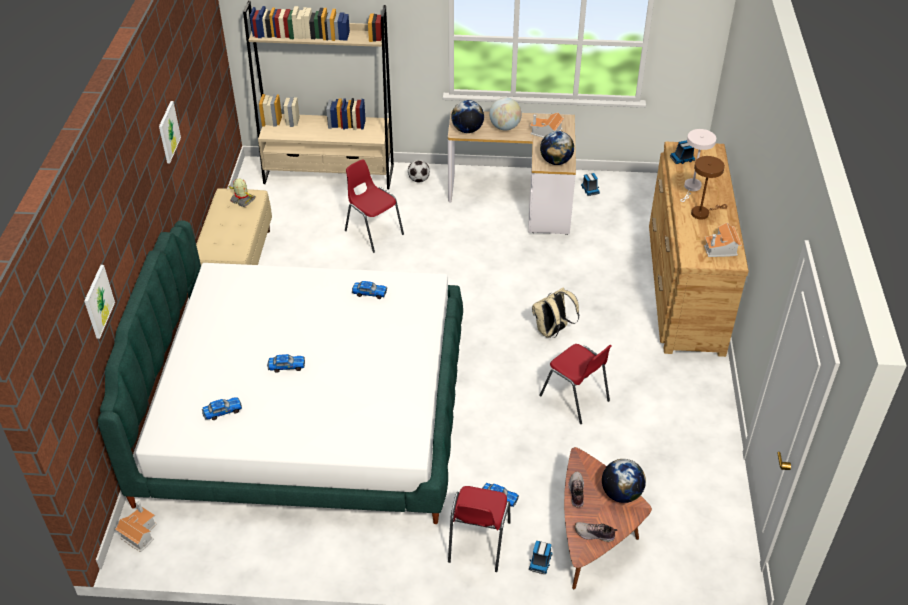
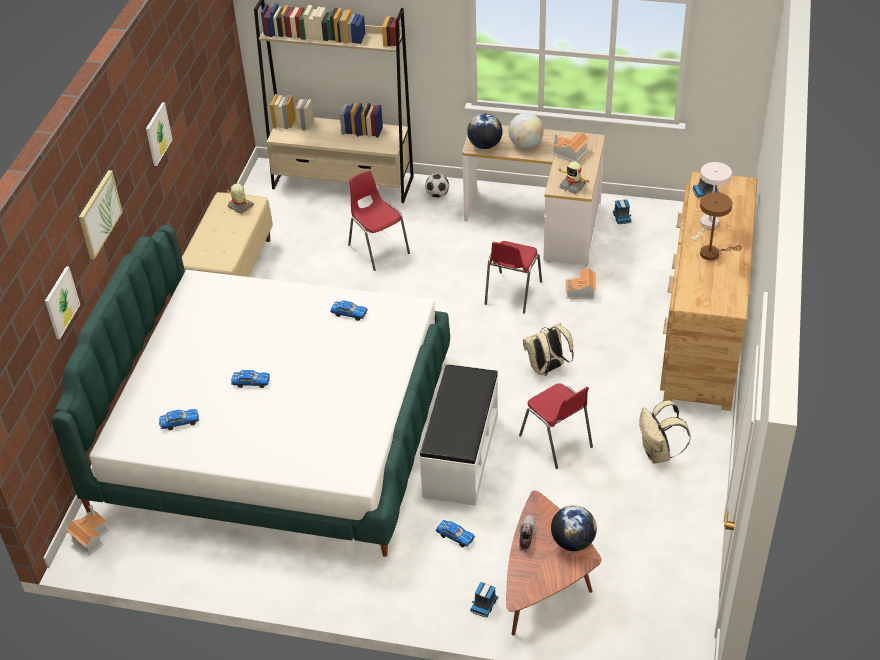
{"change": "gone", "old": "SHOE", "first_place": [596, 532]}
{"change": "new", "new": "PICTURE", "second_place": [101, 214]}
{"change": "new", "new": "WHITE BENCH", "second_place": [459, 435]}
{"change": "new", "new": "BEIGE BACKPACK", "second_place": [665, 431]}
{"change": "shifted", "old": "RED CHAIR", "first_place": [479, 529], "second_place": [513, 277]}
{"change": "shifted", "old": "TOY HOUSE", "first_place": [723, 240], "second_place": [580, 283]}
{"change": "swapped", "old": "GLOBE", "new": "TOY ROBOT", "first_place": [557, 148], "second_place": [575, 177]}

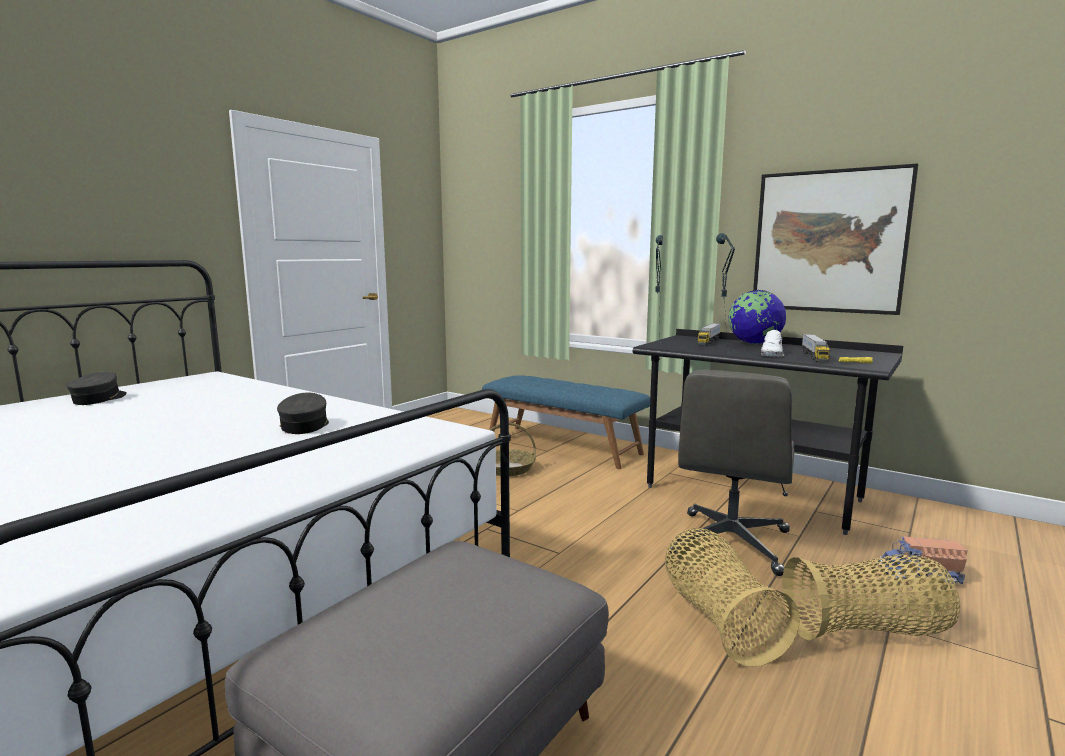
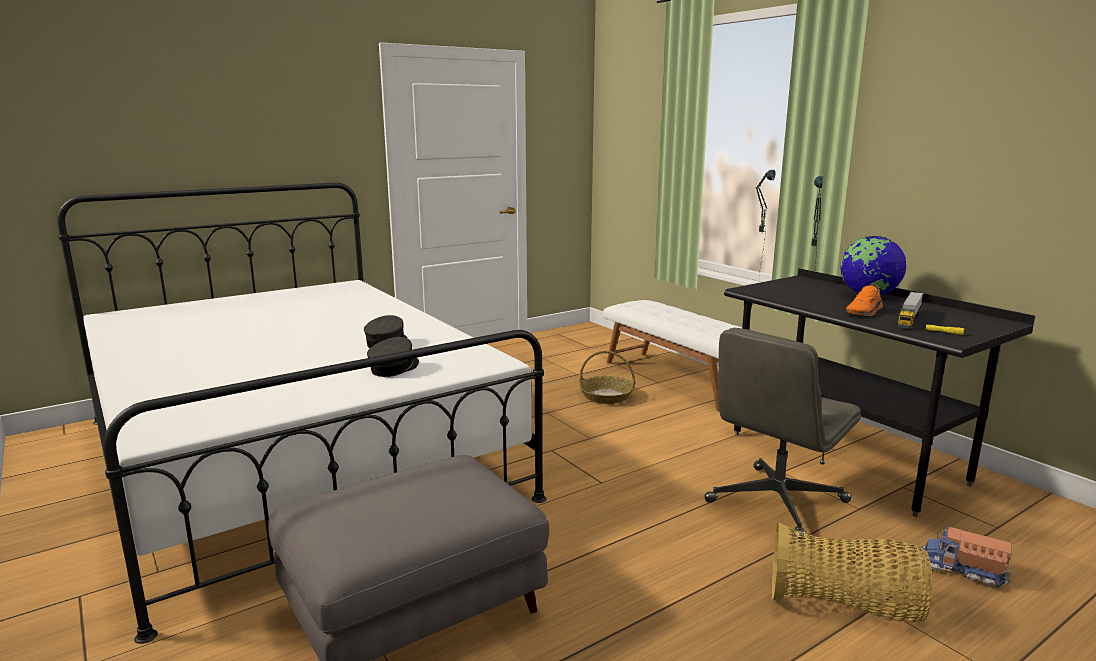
{"change": "gone", "old": "BASKET", "first_place": [732, 597]}
{"change": "gone", "old": "TOY TRUCK", "first_place": [709, 334]}
{"change": "gone", "old": "PICTURE", "first_place": [835, 239]}
{"change": "shifted", "old": "GREY CAP", "first_place": [97, 388], "second_place": [393, 357]}
{"change": "repainted", "old": "BLUE BENCH", "new": "WHITE BENCH", "first_place": [566, 422], "second_place": [672, 355]}
{"change": "repainted", "old": "WHITE SHOE", "new": "ORANGE SHOE", "first_place": [772, 343], "second_place": [864, 300]}

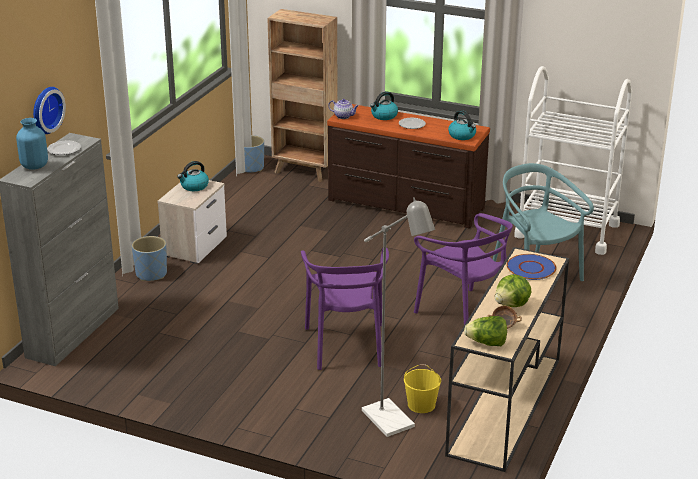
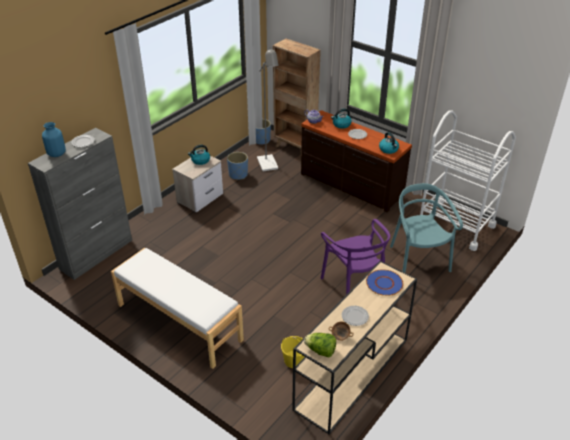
{"change": "gone", "old": "WALL CLOCK", "first_place": [49, 110]}
{"change": "gone", "old": "PURPLE CHAIR", "first_place": [345, 308]}
{"change": "new", "new": "WHITE BENCH", "second_place": [177, 308]}
{"change": "shifted", "old": "BLUE PLANTER", "first_place": [149, 258], "second_place": [237, 166]}
{"change": "shifted", "old": "GREY FLOOR LAMP", "first_place": [398, 317], "second_place": [268, 110]}
{"change": "swapped", "old": "LETTUCE", "new": "PLATE", "first_place": [513, 290], "second_place": [355, 316]}

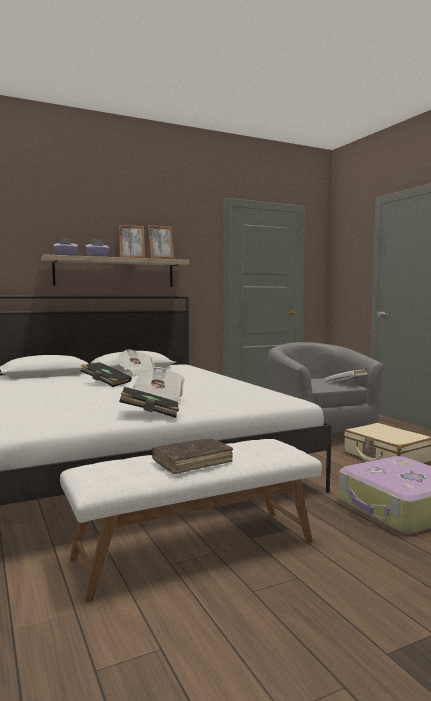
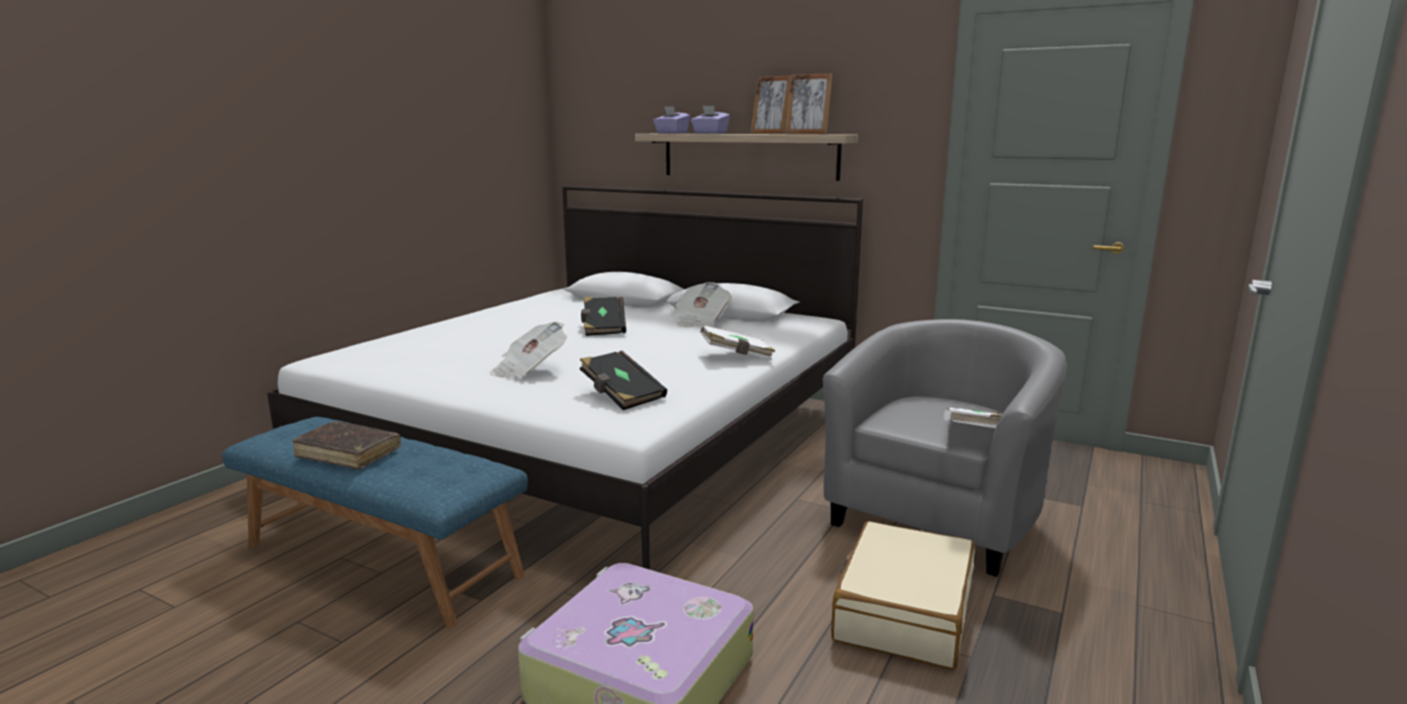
{"change": "new", "new": "WHITE BOOK", "second_place": [737, 342]}
{"change": "shifted", "old": "BLACK BOOK", "first_place": [149, 402], "second_place": [623, 380]}
{"change": "repainted", "old": "WHITE BENCH", "new": "BLUE BENCH", "first_place": [191, 521], "second_place": [375, 522]}

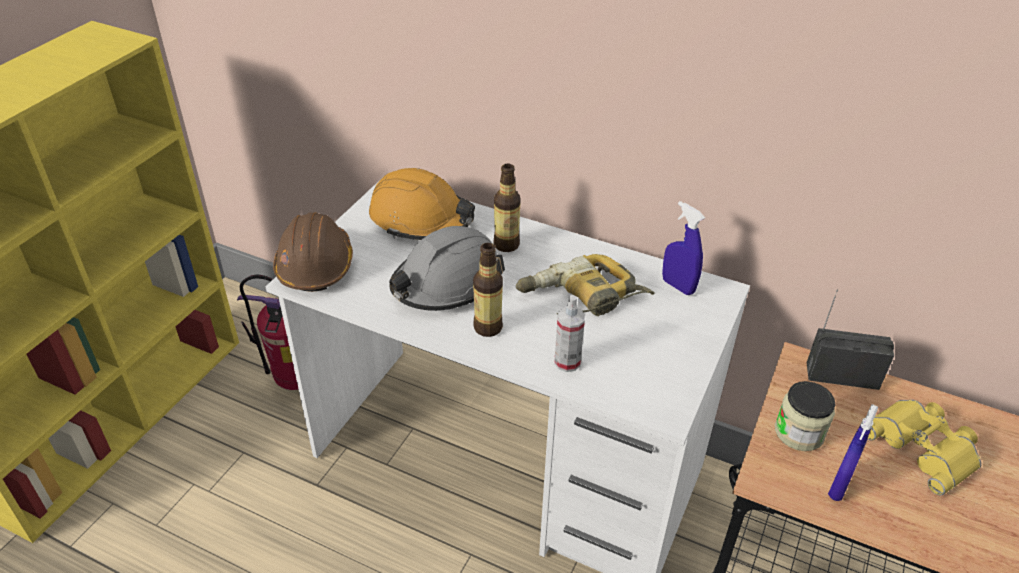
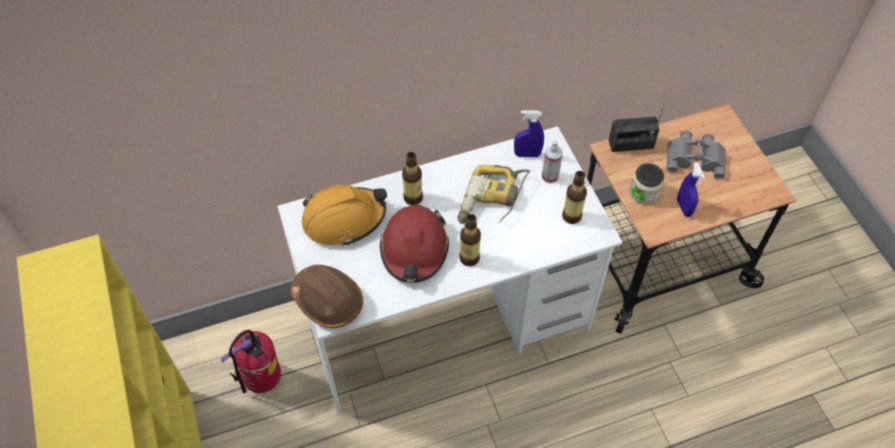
{"change": "new", "new": "BOTTLE", "second_place": [574, 197]}
{"change": "shifted", "old": "SPRAY BOTTLE", "first_place": [569, 333], "second_place": [552, 161]}
{"change": "repainted", "old": "GREY HARD HAT", "new": "RED HARD HAT", "first_place": [447, 268], "second_place": [414, 244]}
{"change": "repainted", "old": "YELLOW BINOCULARS", "new": "GREY BINOCULARS", "first_place": [924, 447], "second_place": [696, 155]}
{"change": "rotated", "old": "RADIO", "first_place": [850, 340], "second_place": [636, 128], "degrees": -150}

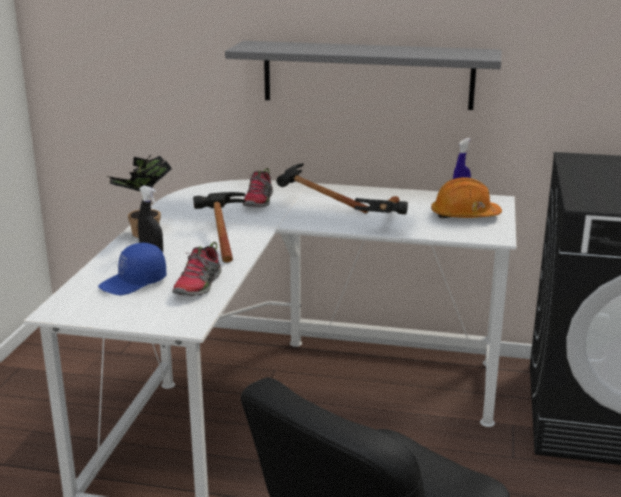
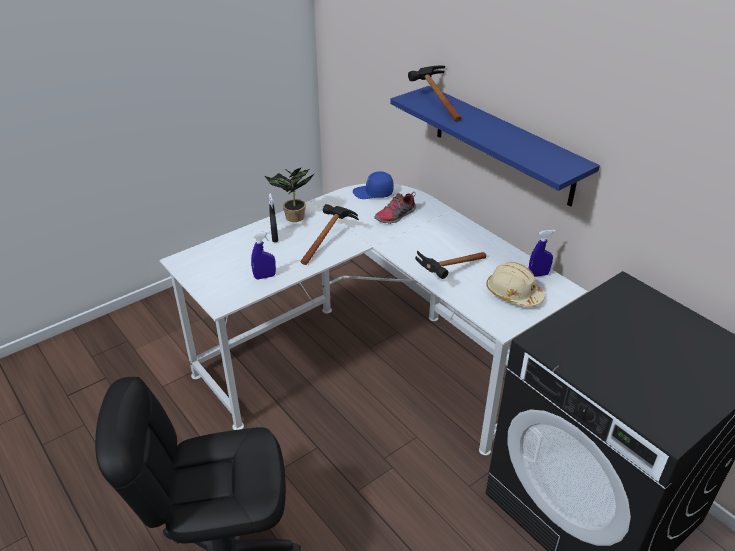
{"change": "shifted", "old": "BLUE CAP", "first_place": [132, 269], "second_place": [373, 185]}
{"change": "shifted", "old": "HAMMER", "first_place": [322, 188], "second_place": [434, 94]}
{"change": "swapped", "old": "SHOE", "new": "BLUE SPRAY BOTTLE", "first_place": [197, 269], "second_place": [263, 255]}
{"change": "repainted", "old": "GREY SHELF", "new": "BLUE SHELF", "first_place": [363, 75], "second_place": [495, 146]}
{"change": "repainted", "old": "ORANGE HARD HAT", "new": "BEIGE HARD HAT", "first_place": [466, 197], "second_place": [515, 284]}

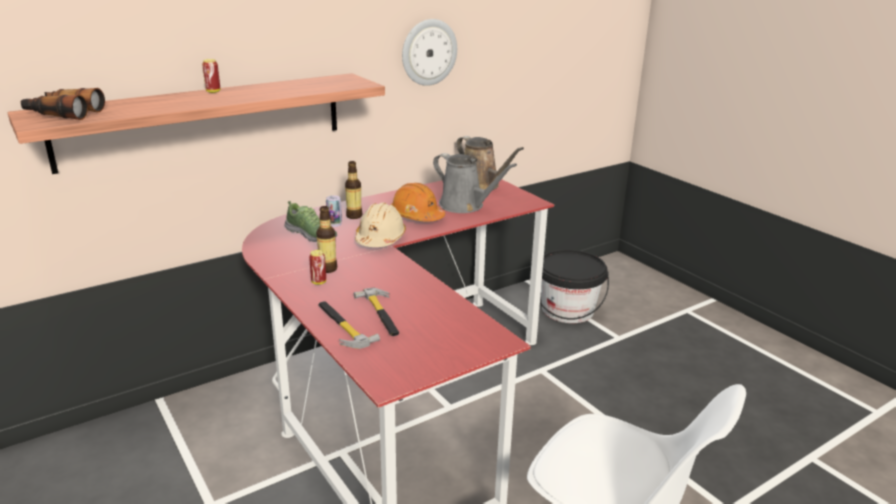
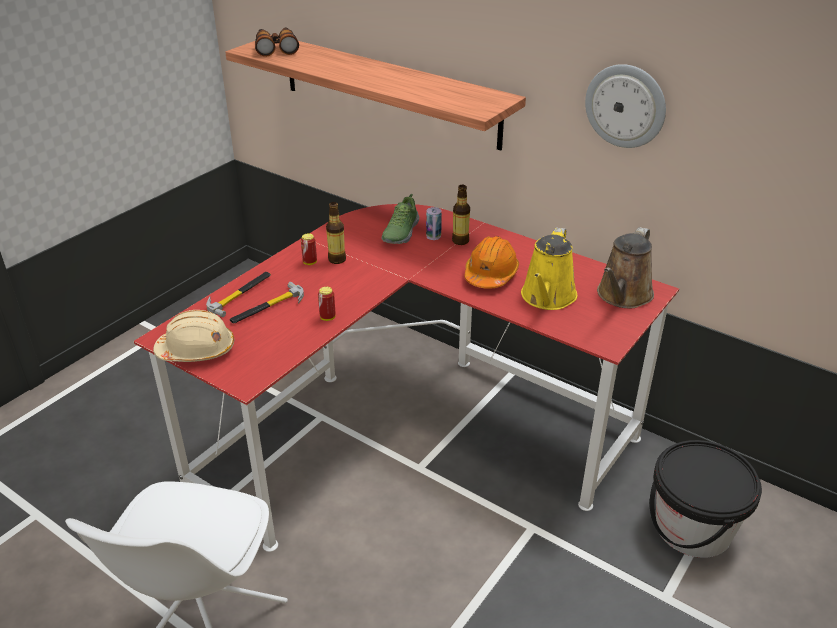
{"change": "shifted", "old": "CAN", "first_place": [211, 76], "second_place": [327, 304]}
{"change": "shifted", "old": "BEIGE HARD HAT", "first_place": [380, 224], "second_place": [193, 336]}
{"change": "repainted", "old": "GREY WATERING CAN", "new": "YELLOW WATERING CAN", "first_place": [475, 183], "second_place": [549, 269]}

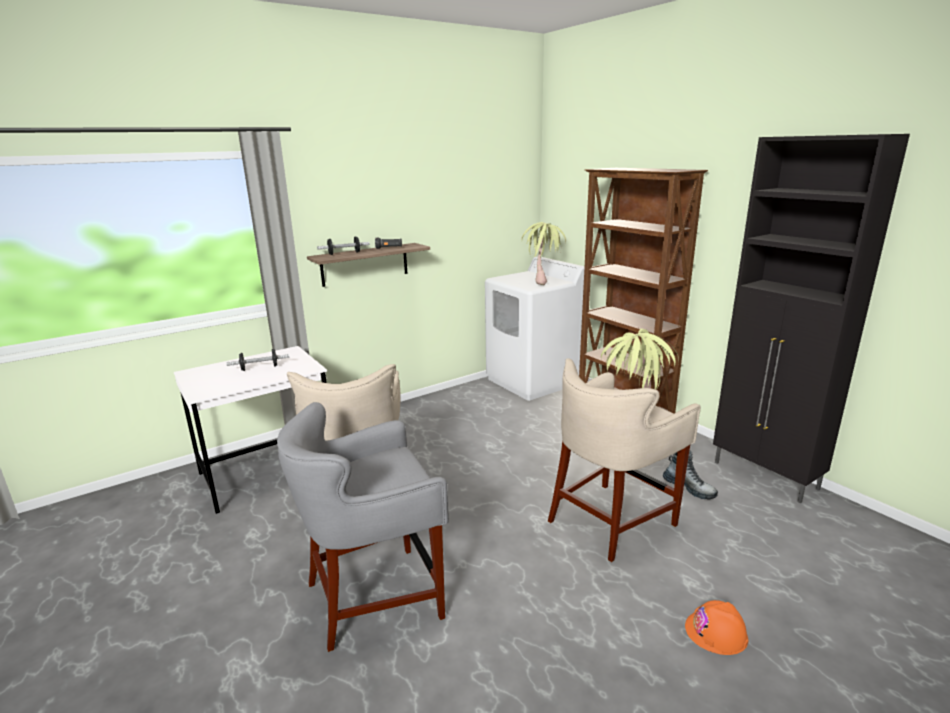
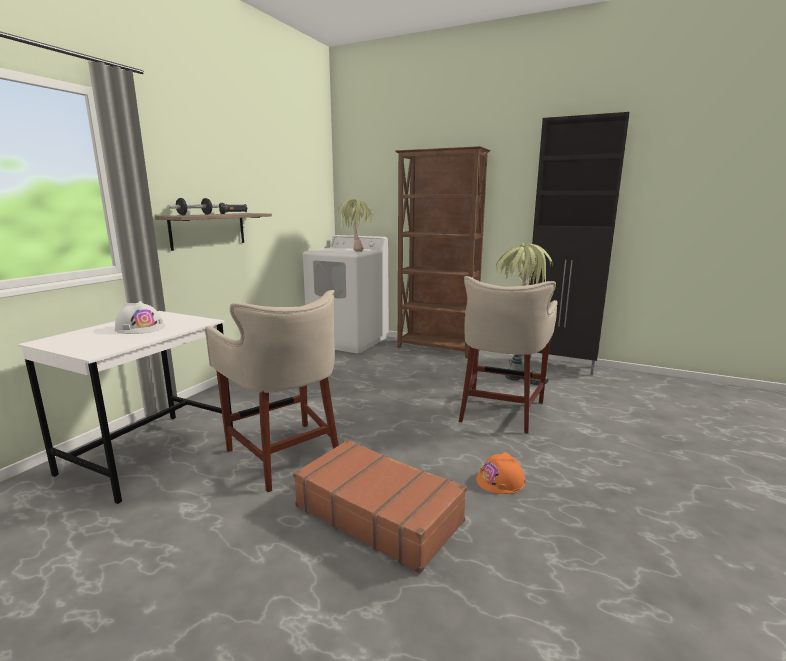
{"change": "shifted", "old": "ORANGE HARD HAT", "first_place": [716, 627], "second_place": [500, 473]}
{"change": "swapped", "old": "DUMBBELL", "new": "WHITE HARD HAT", "first_place": [258, 360], "second_place": [140, 317]}
{"change": "swapped", "old": "GREY STOOL", "new": "BROWN SUITCASE", "first_place": [363, 527], "second_place": [380, 507]}

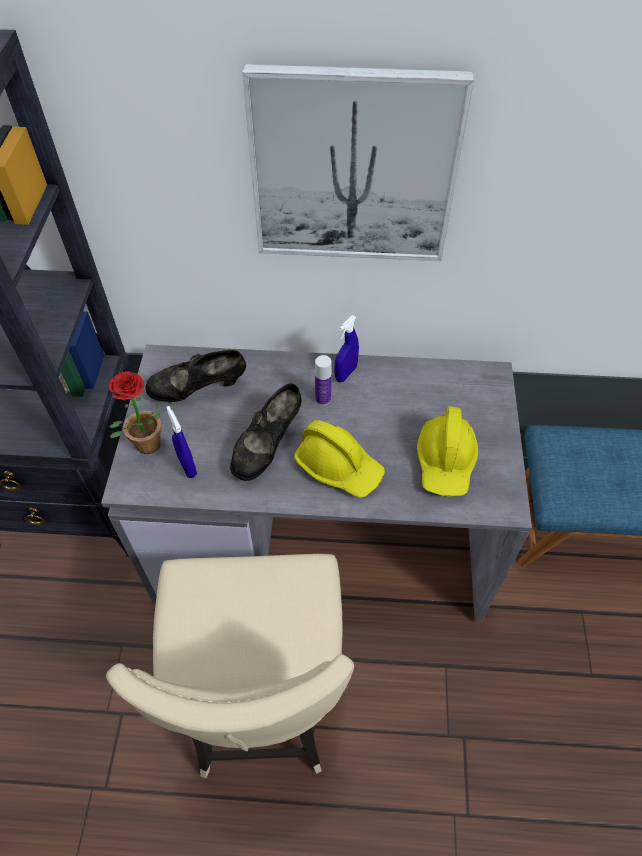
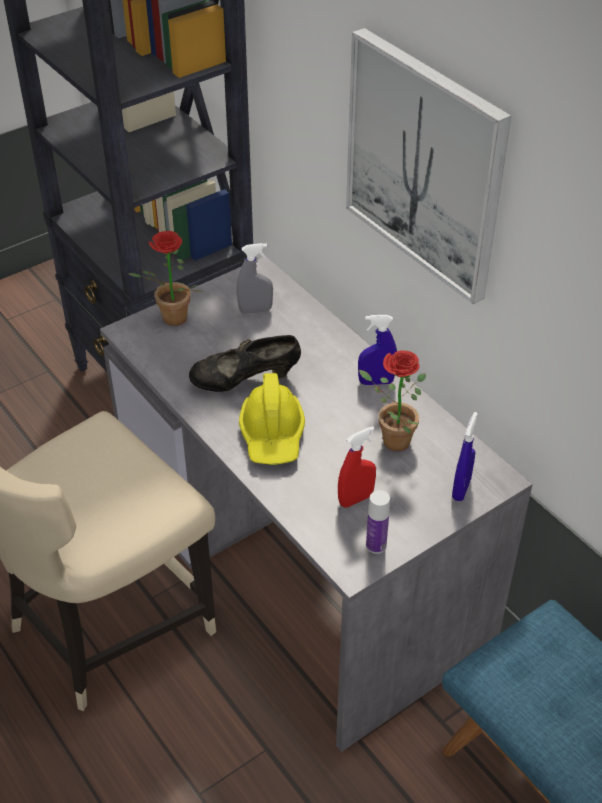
{"change": "new", "new": "POTTED PLANT", "second_place": [392, 400]}
{"change": "shifted", "old": "BLUE SPRAY BOTTLE", "first_place": [181, 442], "second_place": [465, 456]}
{"change": "shifted", "old": "BOTTLE", "first_place": [323, 380], "second_place": [378, 522]}
{"change": "swapped", "old": "BLACK SHOE", "new": "GREY SPRAY BOTTLE", "first_place": [195, 376], "second_place": [255, 278]}
{"change": "swapped", "old": "YELLOW HARD HAT", "new": "RED SPRAY BOTTLE", "first_place": [447, 451], "second_place": [357, 467]}

